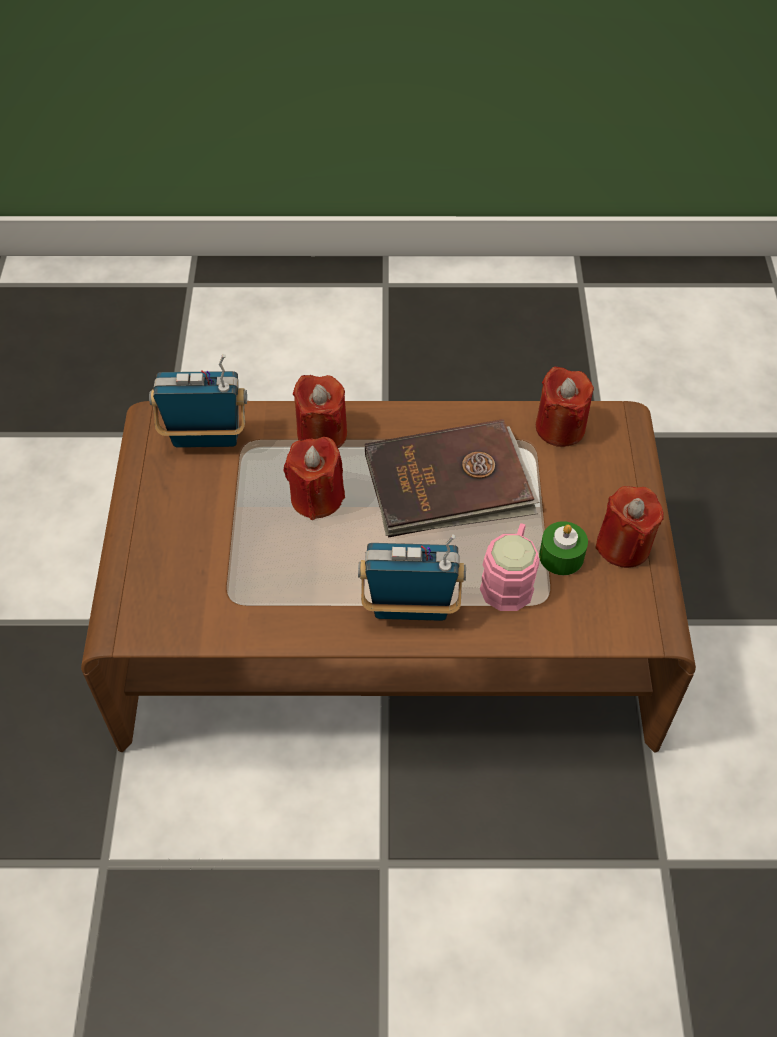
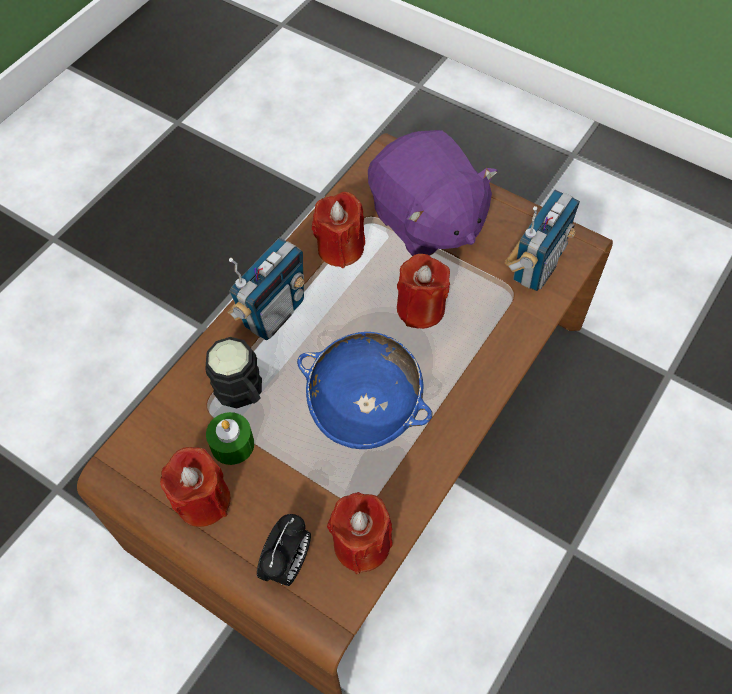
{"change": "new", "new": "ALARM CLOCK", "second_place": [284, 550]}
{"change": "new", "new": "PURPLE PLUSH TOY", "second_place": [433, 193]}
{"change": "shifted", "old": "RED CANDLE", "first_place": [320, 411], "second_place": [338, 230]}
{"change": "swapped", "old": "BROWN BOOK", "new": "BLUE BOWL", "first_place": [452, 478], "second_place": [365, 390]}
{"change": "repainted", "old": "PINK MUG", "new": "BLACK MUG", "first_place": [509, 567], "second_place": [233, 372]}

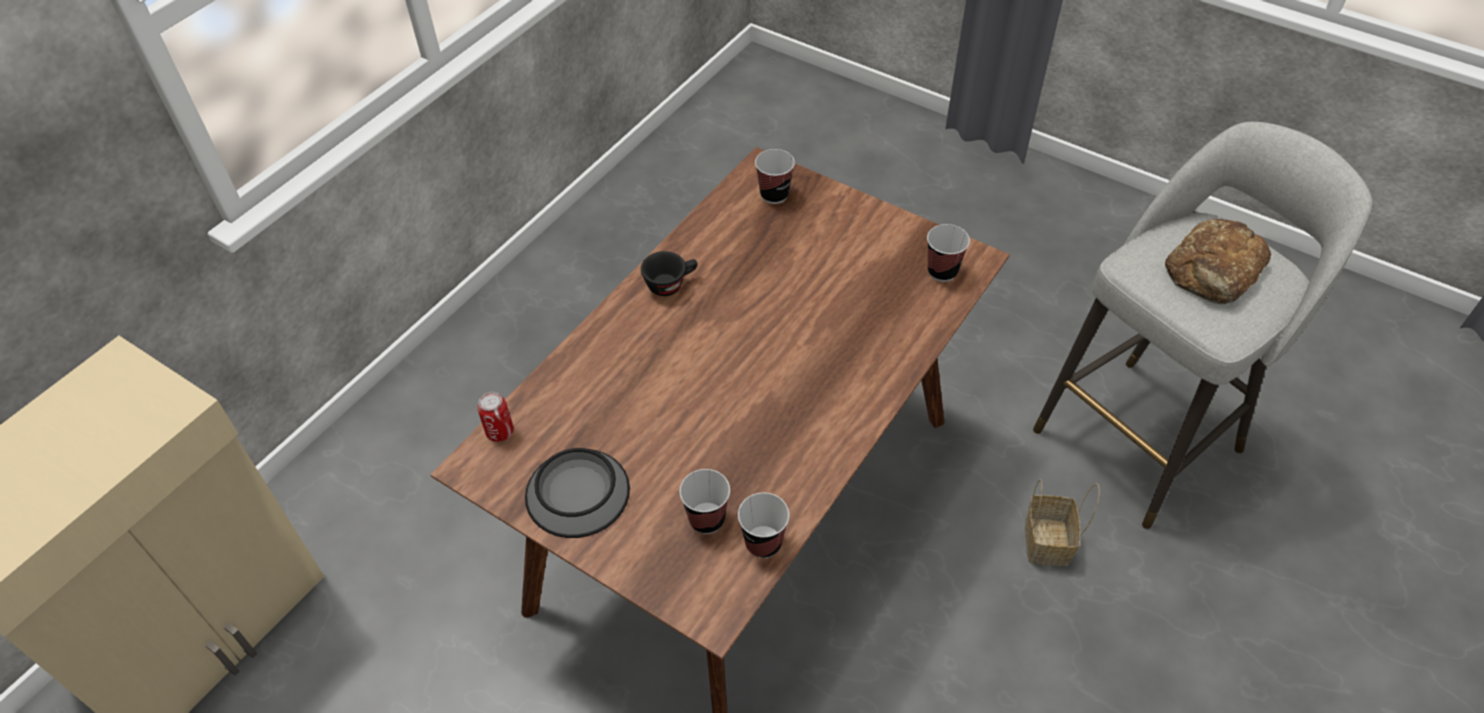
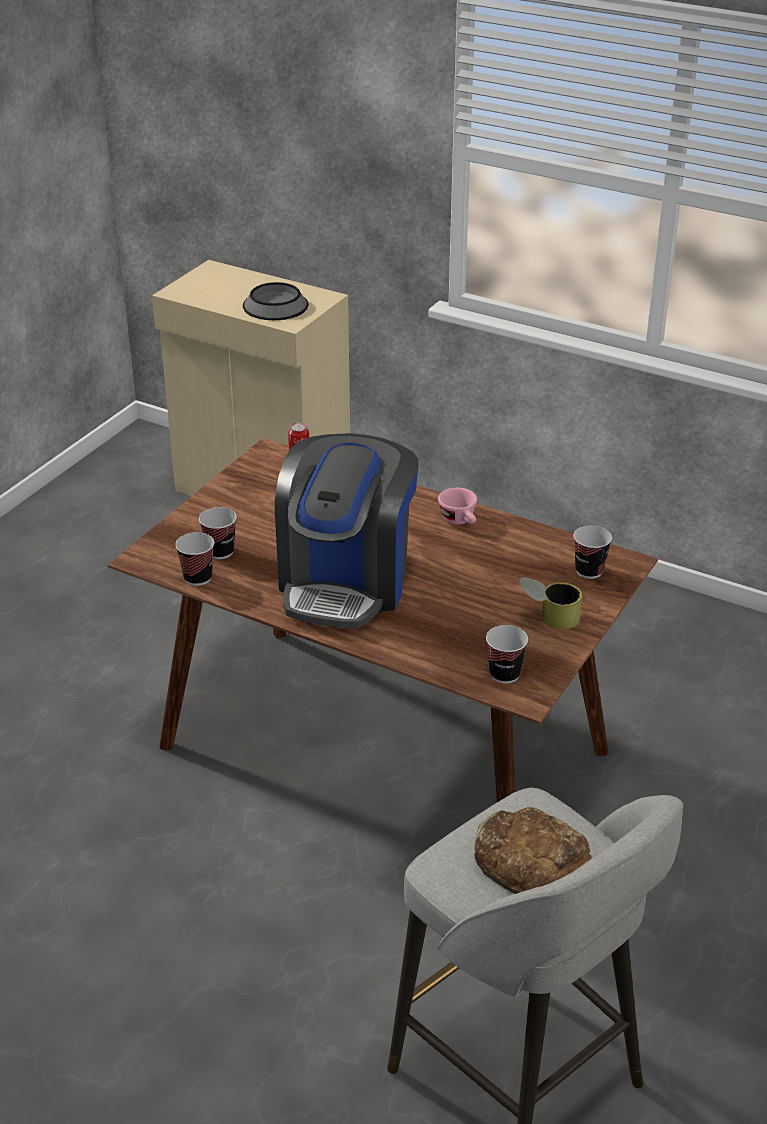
{"change": "gone", "old": "BASKET", "first_place": [1062, 522]}
{"change": "new", "new": "COFFEE MACHINE", "second_place": [346, 530]}
{"change": "new", "new": "CAN", "second_place": [551, 603]}
{"change": "shifted", "old": "BOWL", "first_place": [577, 493], "second_place": [275, 301]}
{"change": "repainted", "old": "BLACK CUP", "new": "PINK CUP", "first_place": [669, 273], "second_place": [457, 506]}

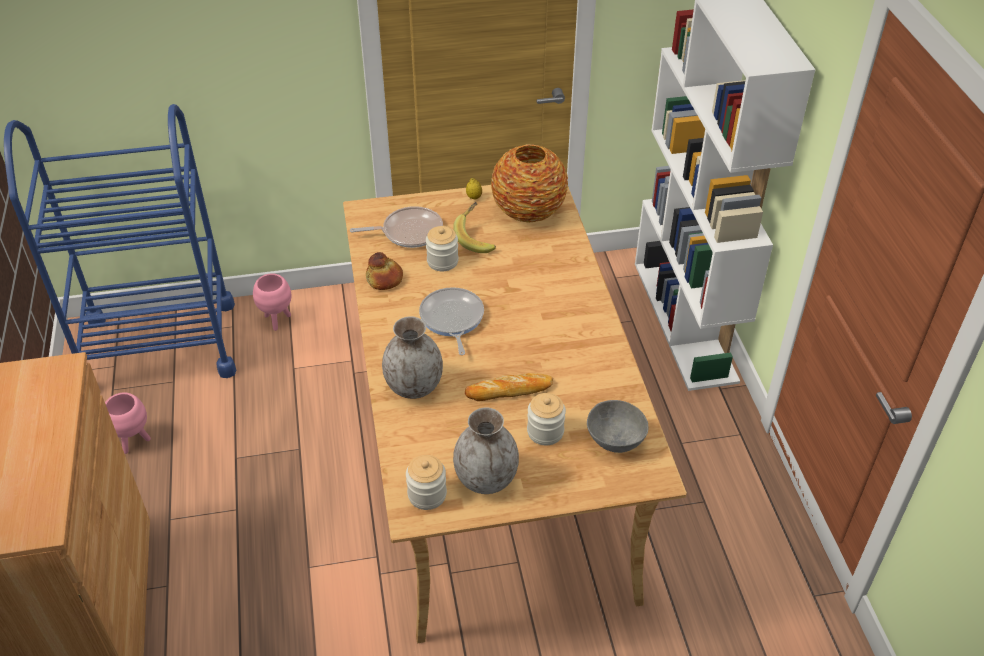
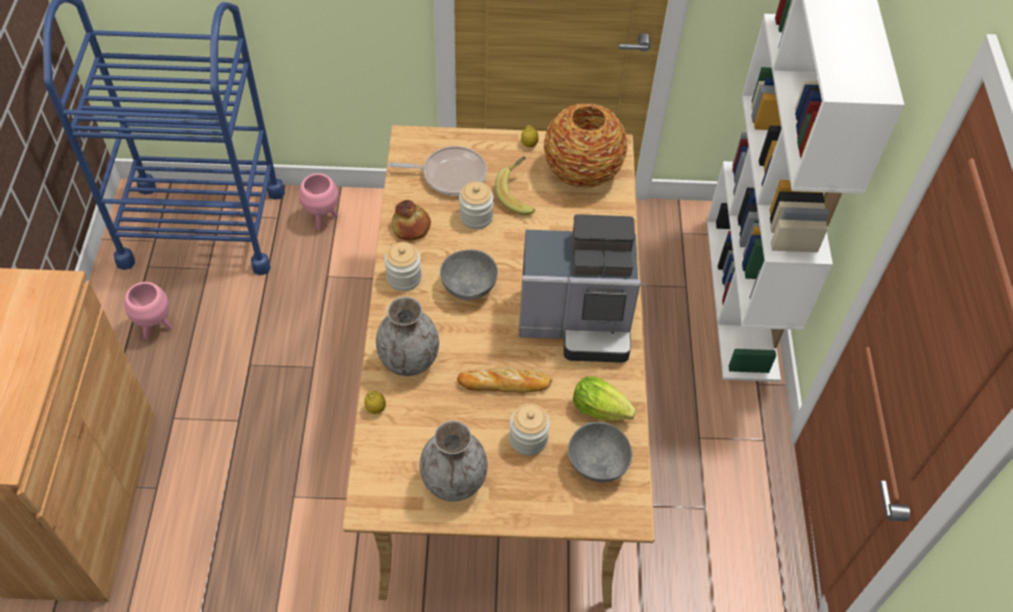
{"change": "new", "new": "LEMON", "second_place": [375, 402]}
{"change": "new", "new": "COFFEE MACHINE", "second_place": [580, 288]}
{"change": "new", "new": "LETTUCE", "second_place": [604, 398]}
{"change": "shifted", "old": "JAR", "first_place": [426, 482], "second_place": [403, 266]}
{"change": "swapped", "old": "FRYING PAN", "new": "GREY BOWL", "first_place": [451, 321], "second_place": [469, 275]}

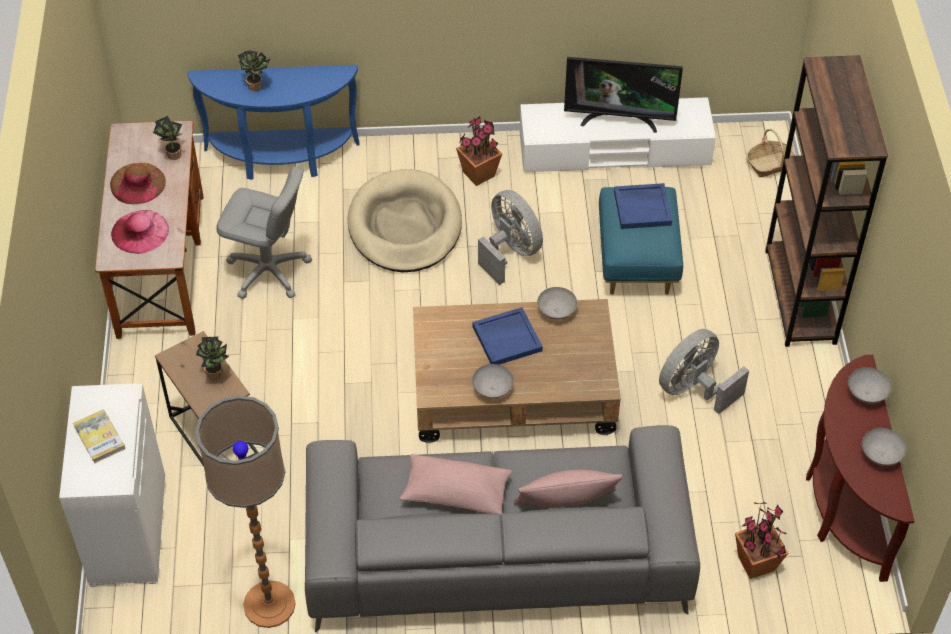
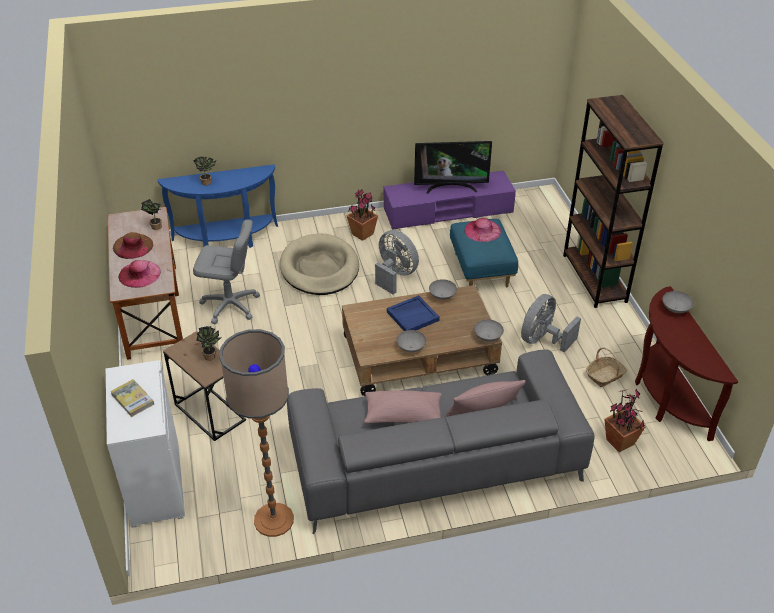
{"change": "shifted", "old": "BASKET", "first_place": [771, 153], "second_place": [606, 367]}
{"change": "shifted", "old": "GREY BOWL", "first_place": [884, 447], "second_place": [489, 330]}
{"change": "swapped", "old": "BLUE TRAY", "new": "PINK HAT", "first_place": [643, 206], "second_place": [482, 230]}
{"change": "repainted", "old": "WHITE TV STAND", "new": "PURPLE TV STAND", "first_place": [618, 134], "second_place": [450, 200]}

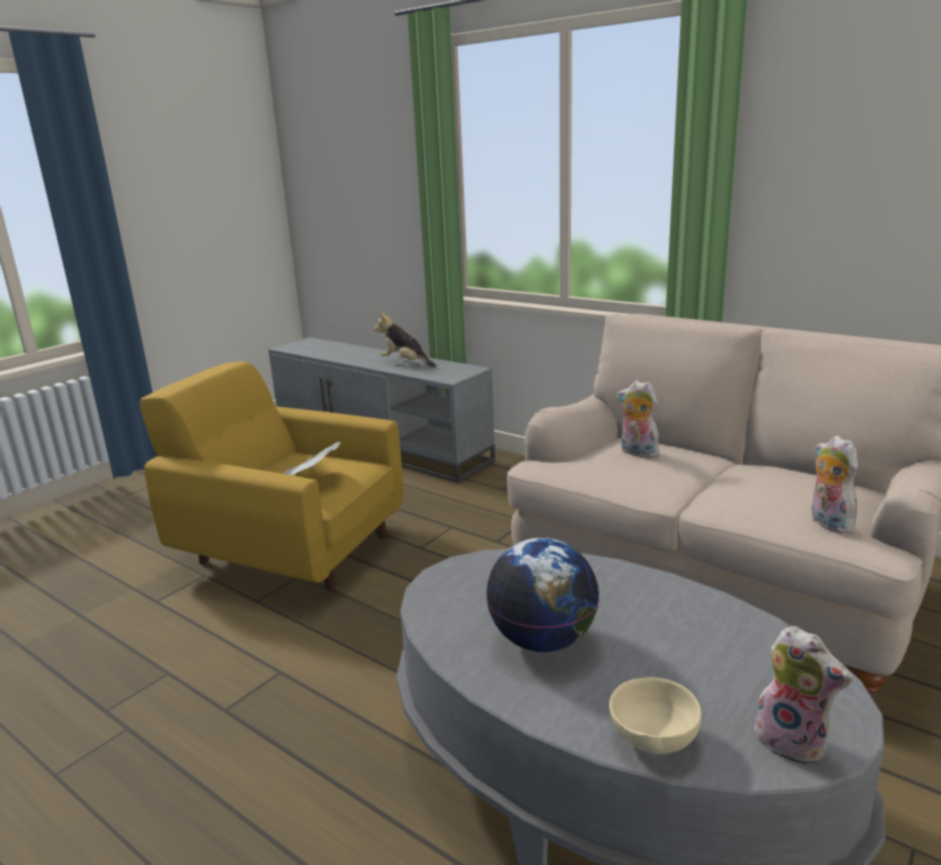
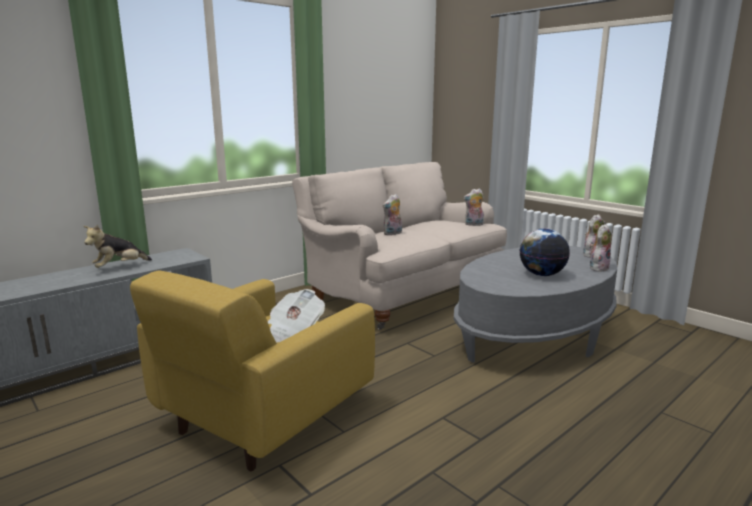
{"change": "swapped", "old": "BEIGE BOWL", "new": "PLUSH TOY", "first_place": [655, 716], "second_place": [601, 248]}

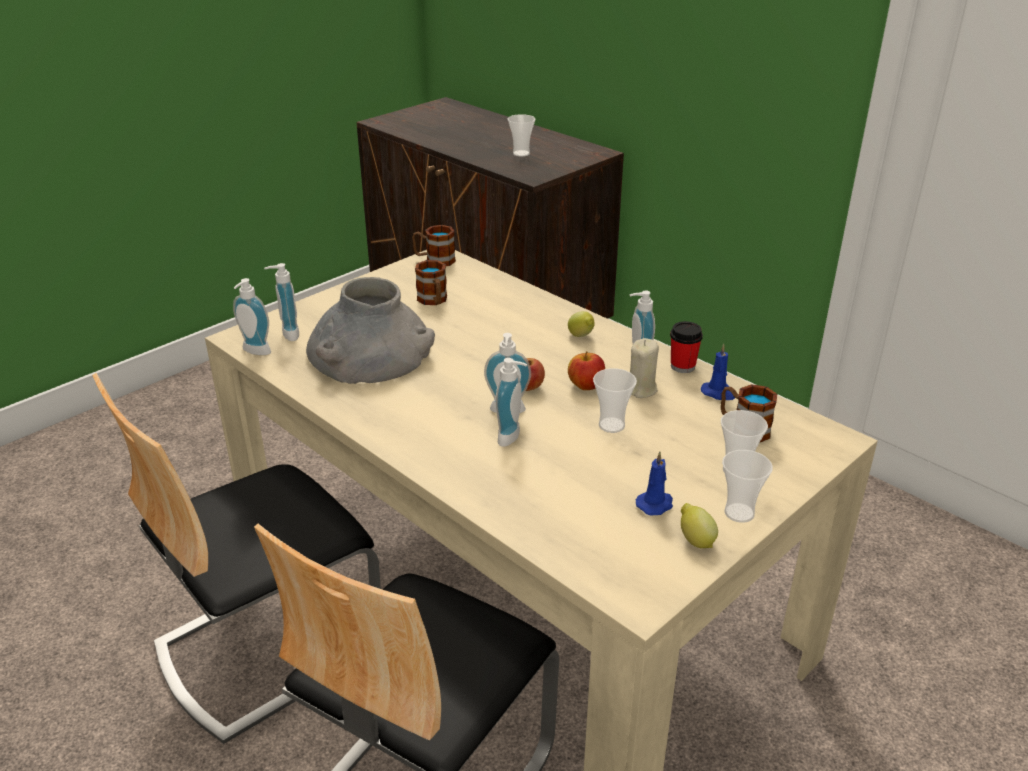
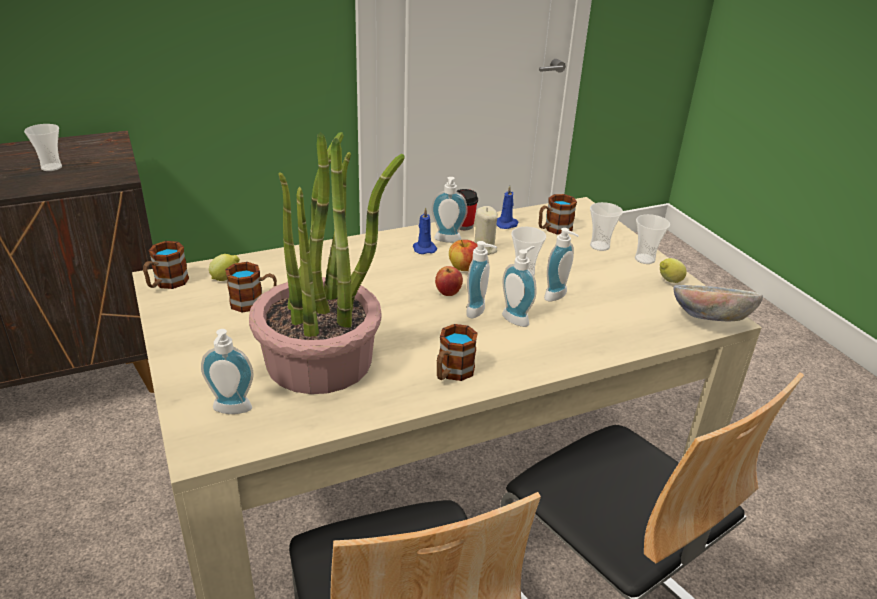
{"change": "new", "new": "MUG", "second_place": [457, 352]}
{"change": "new", "new": "BOWL", "second_place": [718, 303]}
{"change": "shifted", "old": "SOAP DISPENSER", "first_place": [252, 316], "second_place": [561, 264]}
{"change": "shifted", "old": "LEMON", "first_place": [581, 324], "second_place": [224, 267]}
{"change": "shifted", "old": "BLUE CANDLE", "first_place": [654, 484], "second_place": [425, 230]}
{"change": "swapped", "old": "GREY VASE", "new": "POTTED PLANT", "first_place": [370, 330], "second_place": [327, 263]}

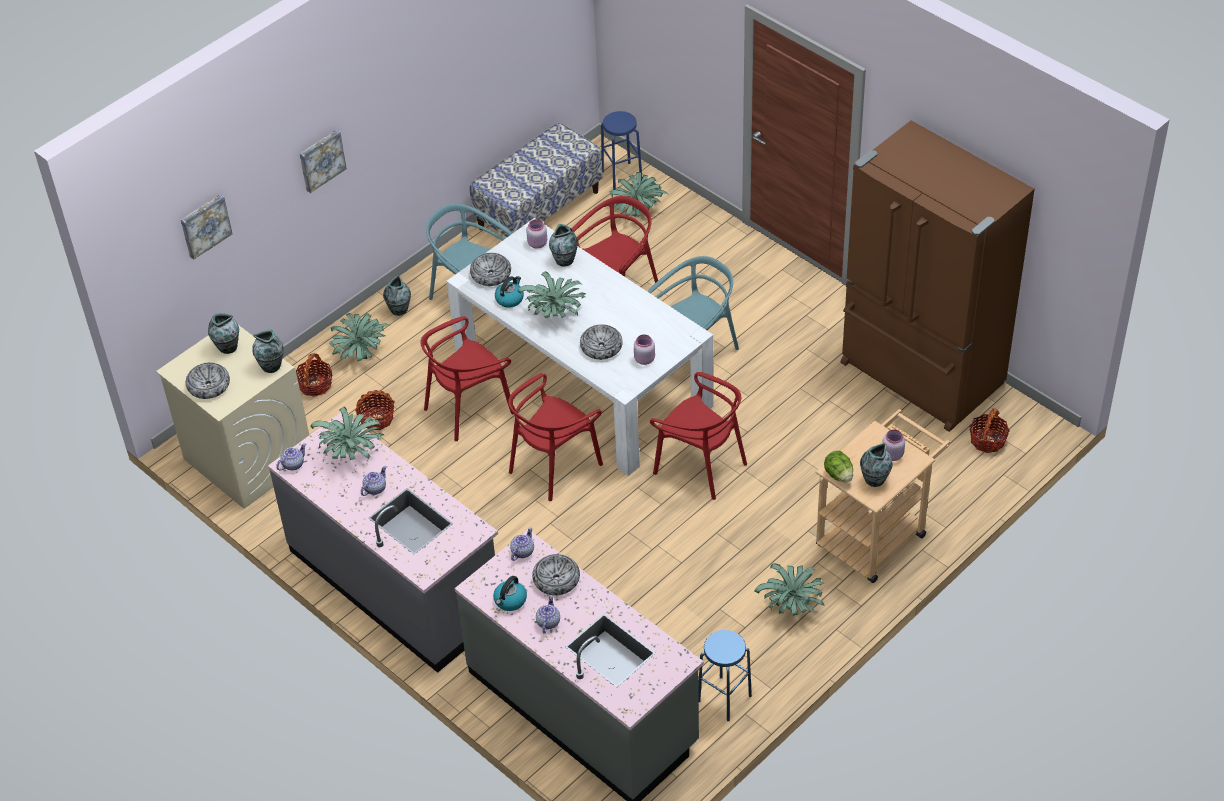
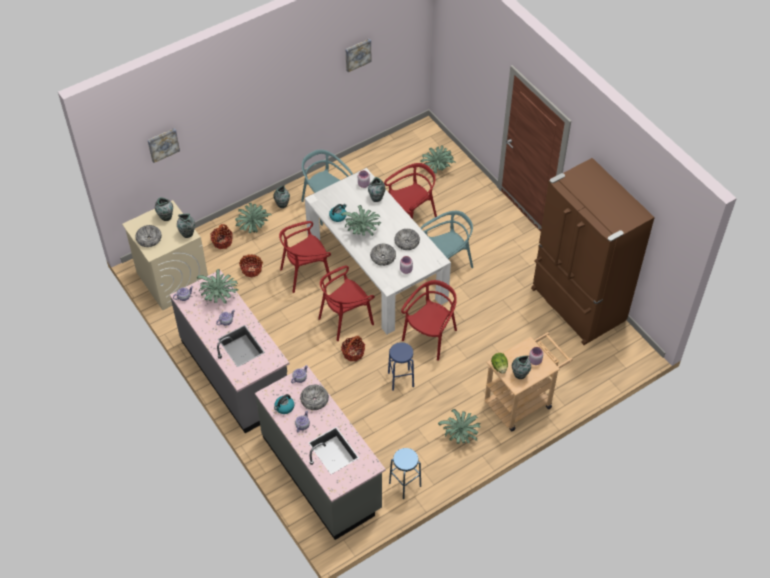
{"change": "gone", "old": "BENCH", "first_place": [536, 180]}
{"change": "shifted", "old": "PICTURE", "first_place": [323, 161], "second_place": [358, 55]}
{"change": "shifted", "old": "BOWL", "first_place": [490, 269], "second_place": [407, 239]}
{"change": "shifted", "old": "BLUE STOOL", "first_place": [621, 150], "second_place": [401, 366]}
{"change": "shifted", "old": "BASKET", "first_place": [989, 430], "second_place": [353, 348]}
{"change": "rotated", "old": "RED CHAIR", "first_place": [698, 436], "second_place": [429, 320], "degrees": -105}

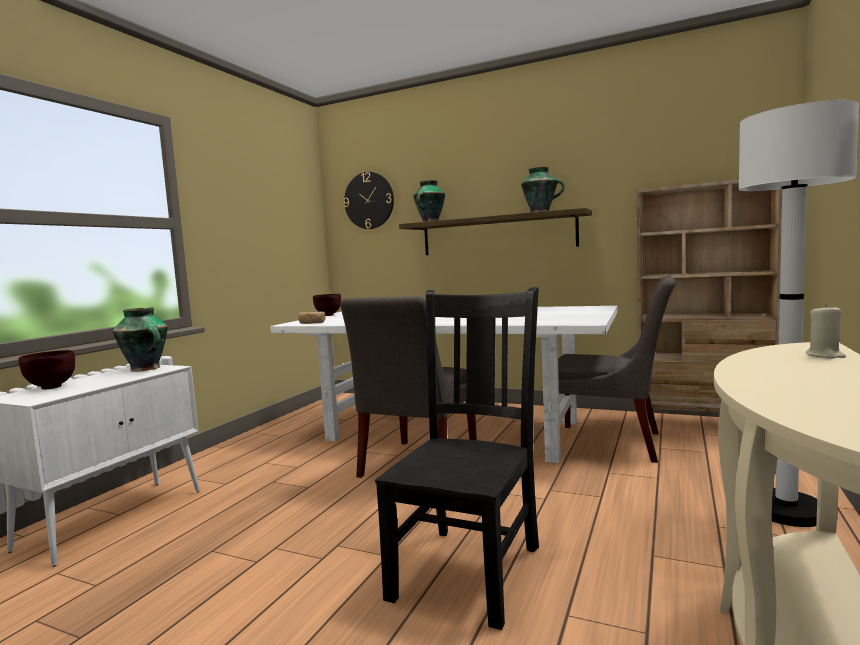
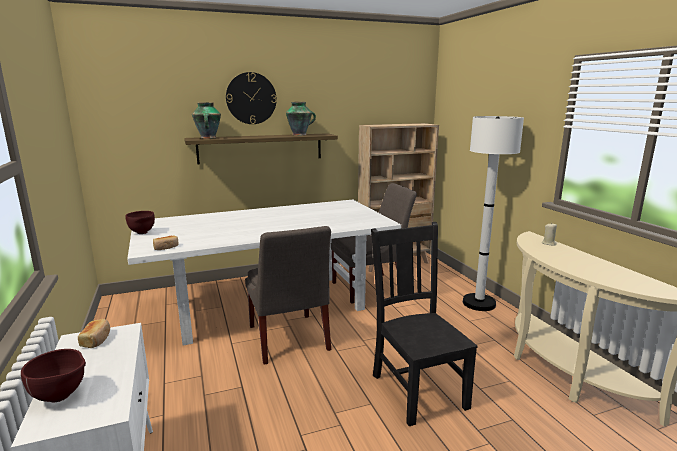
{"change": "shifted", "old": "WALL CLOCK", "first_place": [369, 200], "second_place": [251, 98]}
{"change": "swapped", "old": "VASE", "new": "BREAD", "first_place": [140, 339], "second_place": [94, 333]}

